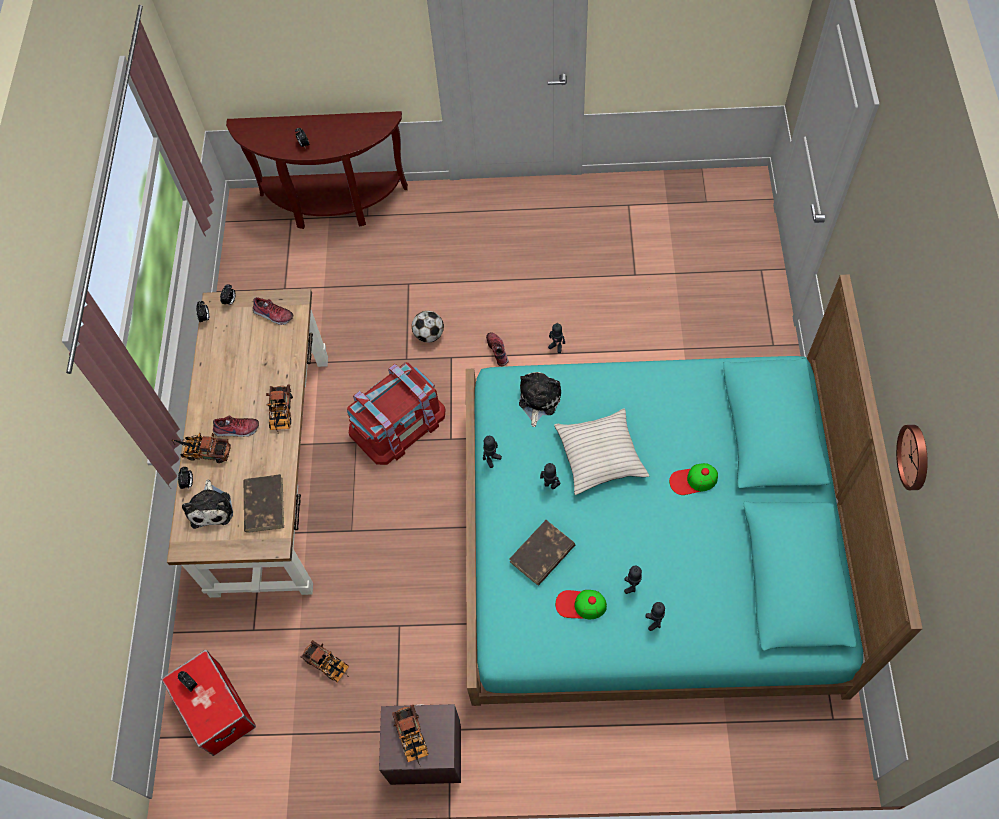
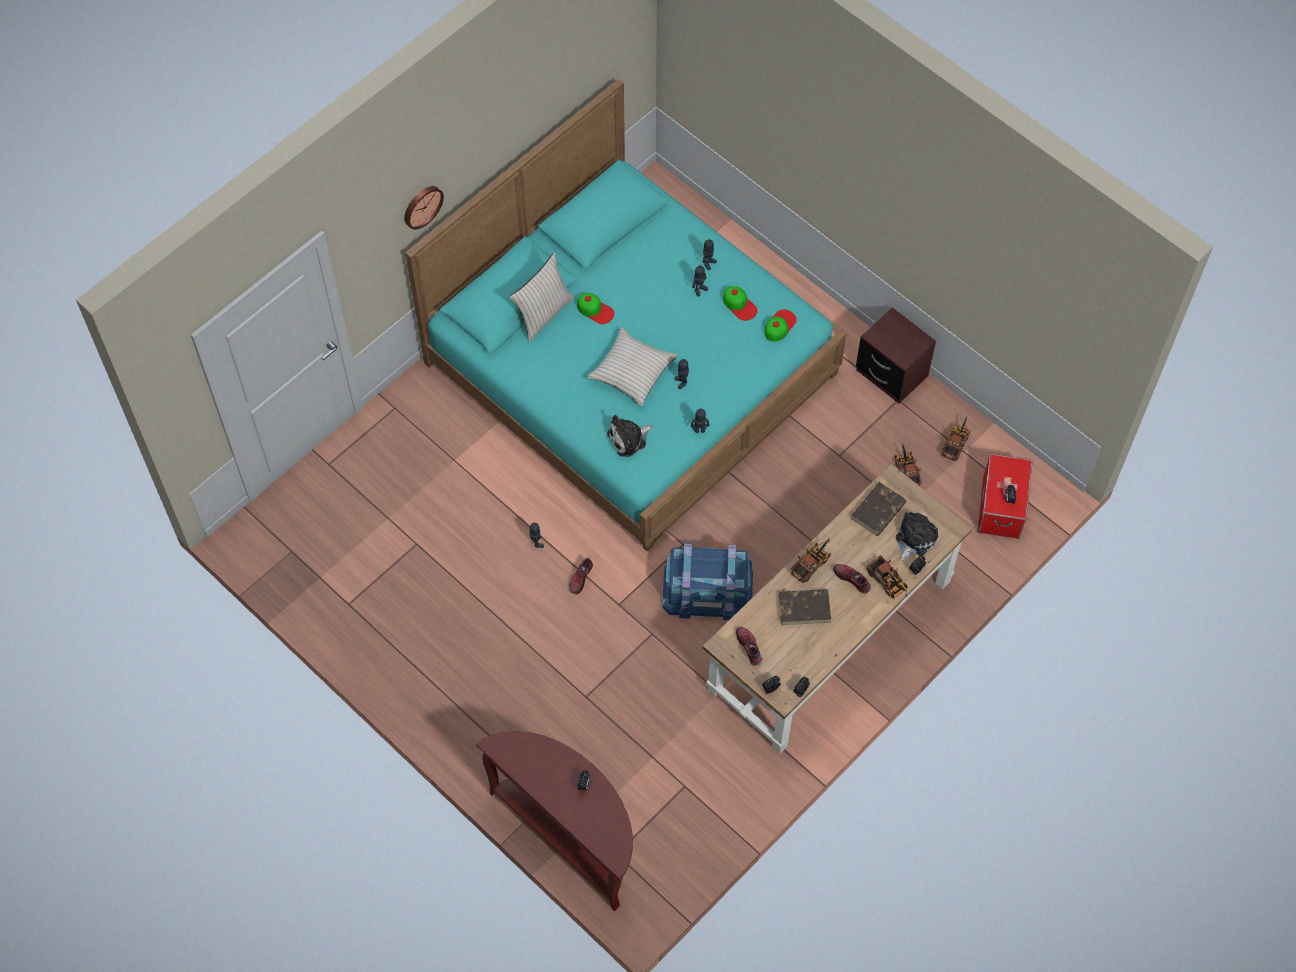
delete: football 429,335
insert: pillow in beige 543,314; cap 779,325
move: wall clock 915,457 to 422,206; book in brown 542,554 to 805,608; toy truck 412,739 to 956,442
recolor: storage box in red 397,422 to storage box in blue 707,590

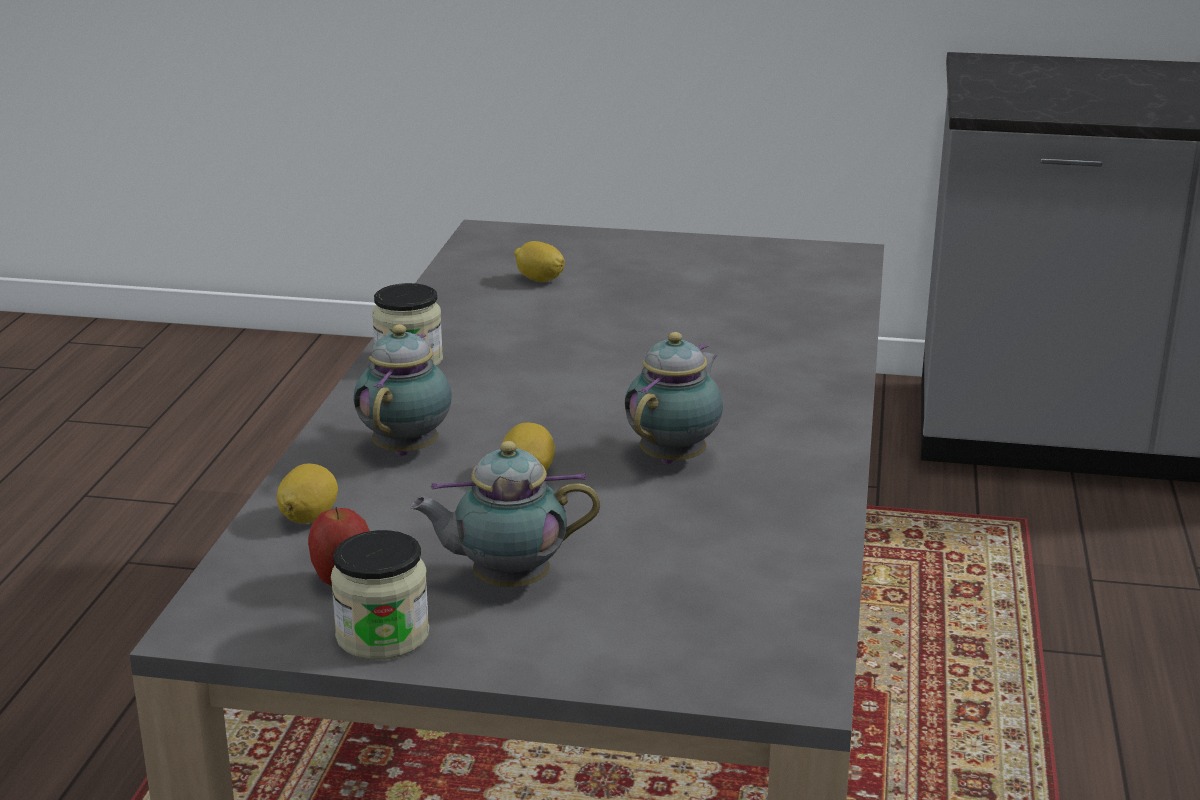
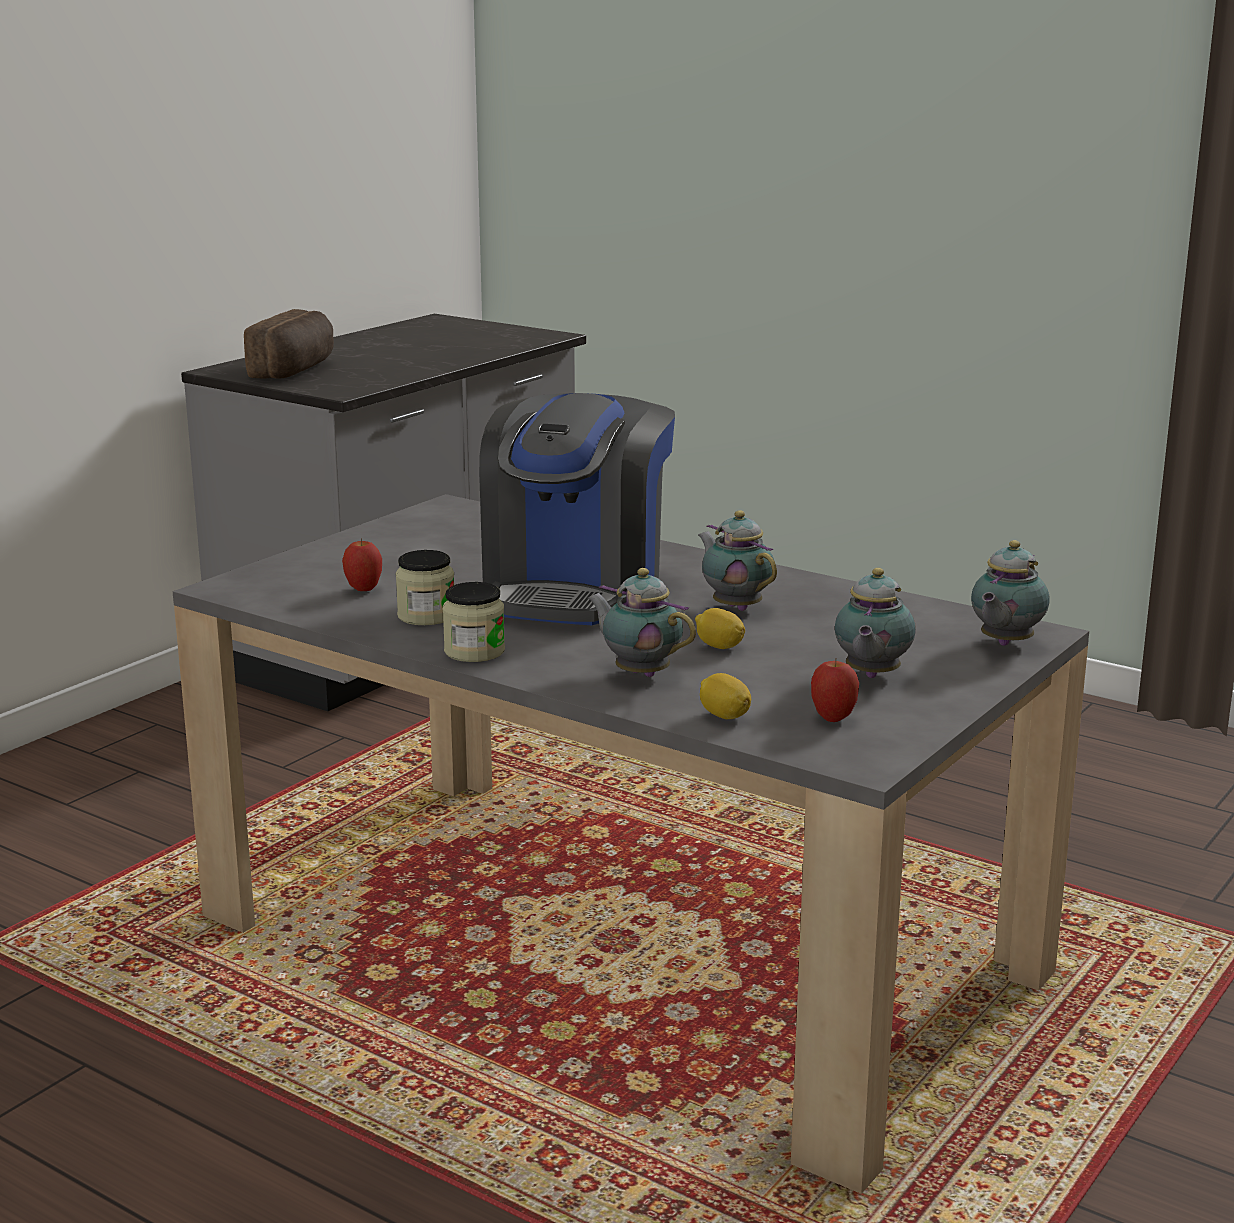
insert: bread 296,370; coffee machine 576,591; teapot 1004,643
move: jar 382,635 to 426,616
replace: lemon 539,280 to apple 363,589

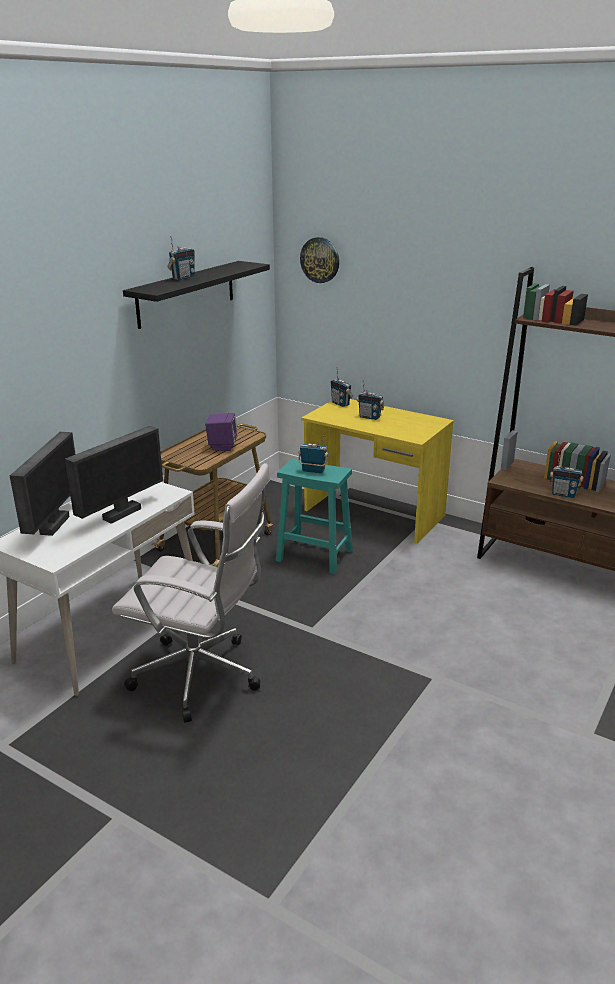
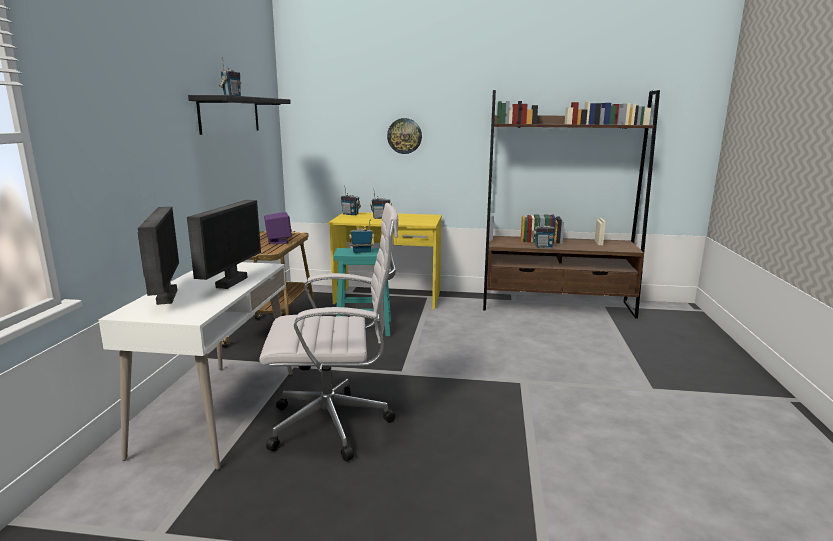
move: wall clock 320,260 to 404,136

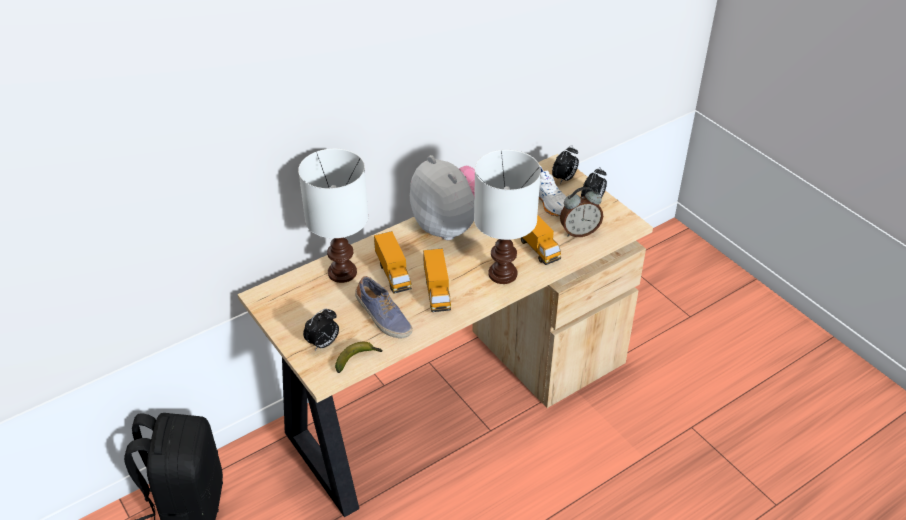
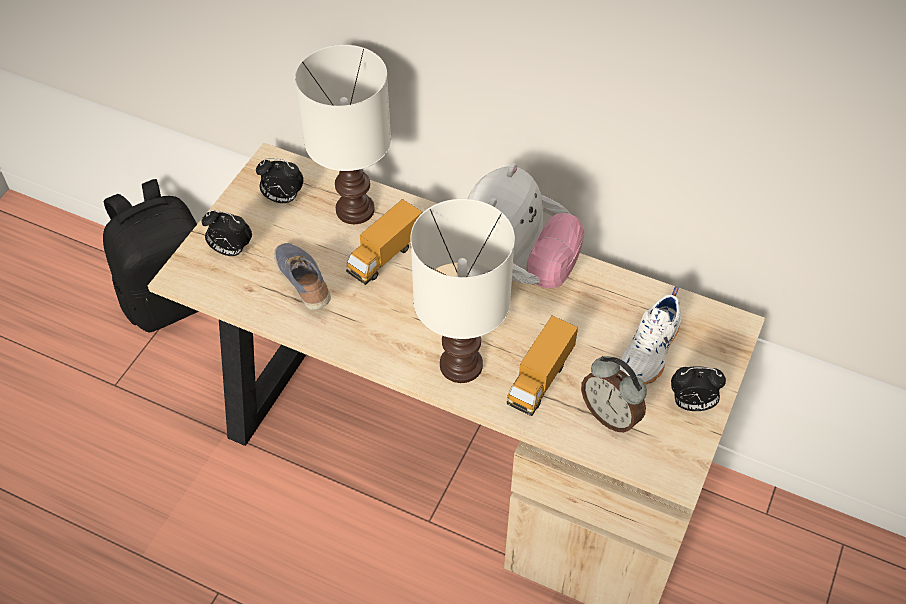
delete: banana 358,359; toy truck 437,292
move: alarm clock 564,179 to 282,198
rotate: shoe 382,317 = 304,282 135 degrees clockwise

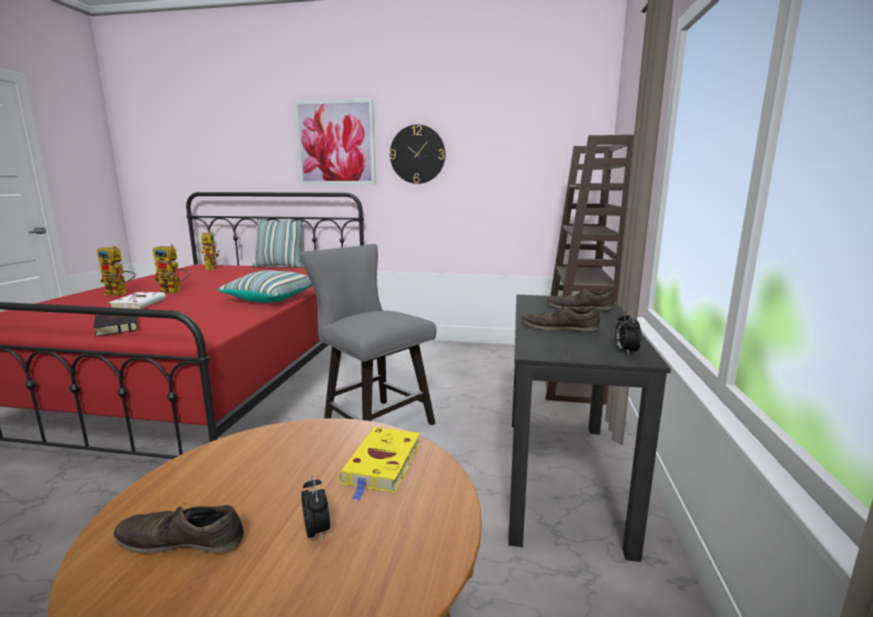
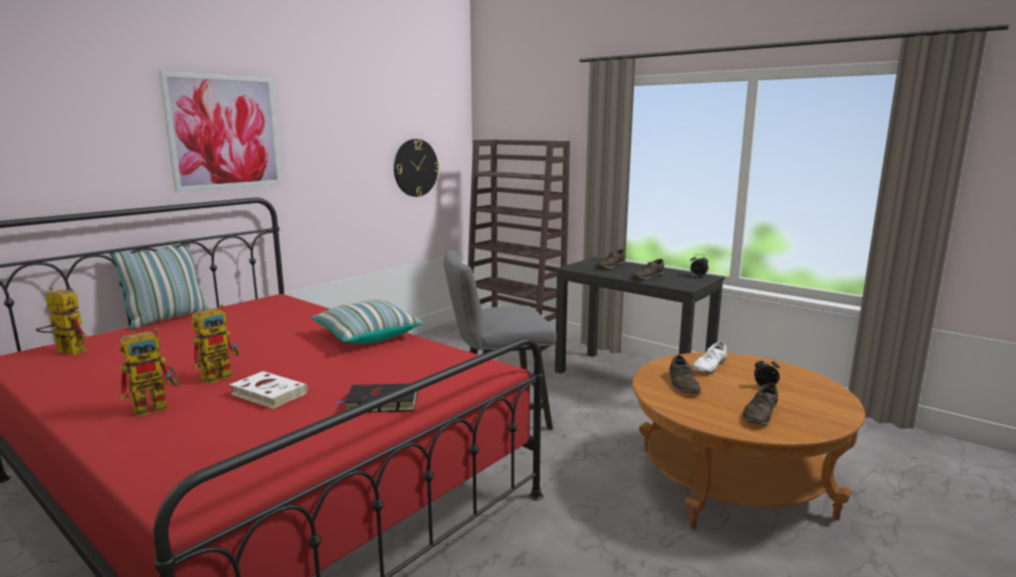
insert: shoe in brown 683,384
move: wall clock 417,154 to 415,168
replace: book in yellow 382,465 to shoe in white 709,366

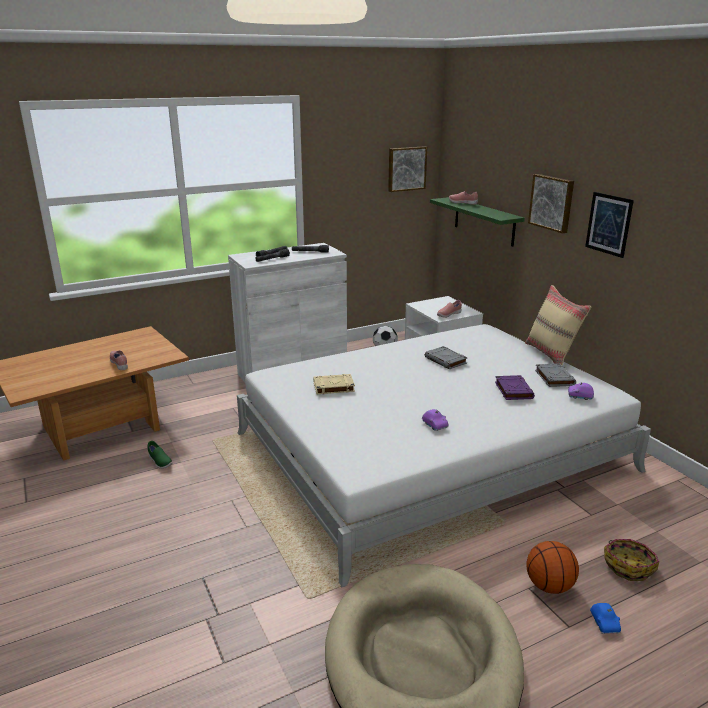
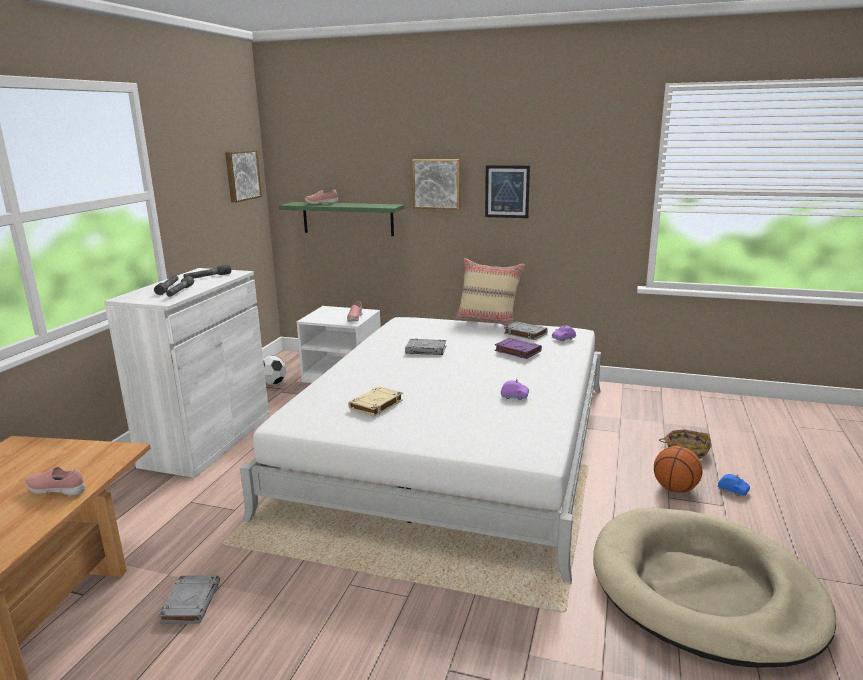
replace: shoe in green 159,462 to book in grey 191,602

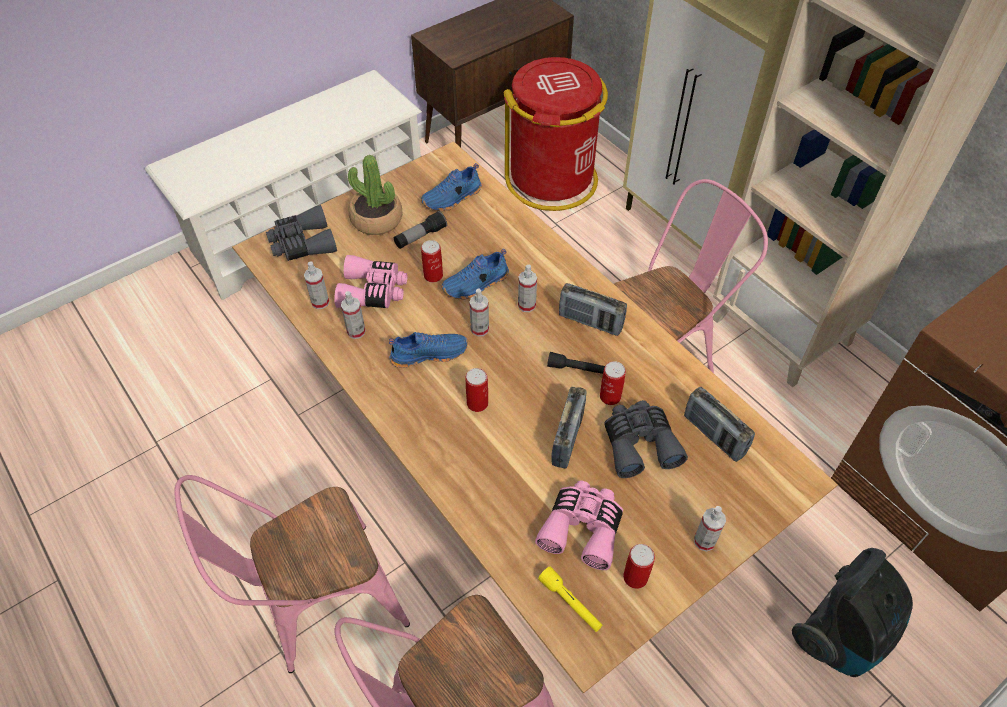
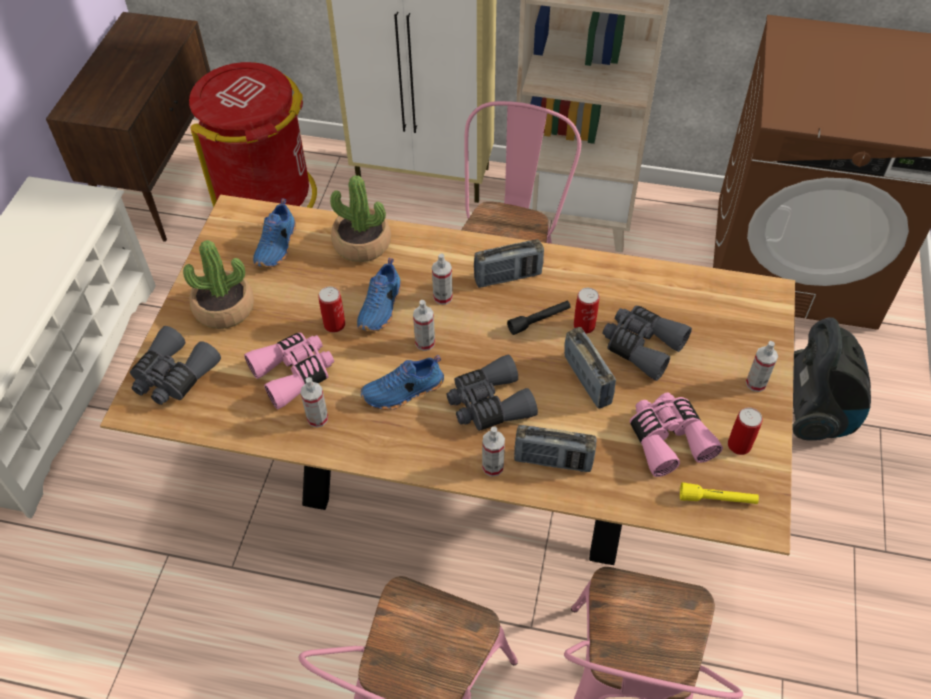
delete: flashlight 420,237
insert: potted plant 362,244
move: spray bottle 320,302 to 493,467; radio 714,435 to 553,461
replace: can 477,403 to binoculars in grey 489,404
rotate: shoe in blue 429,353 = 403,392 150 degrees counterclockwise

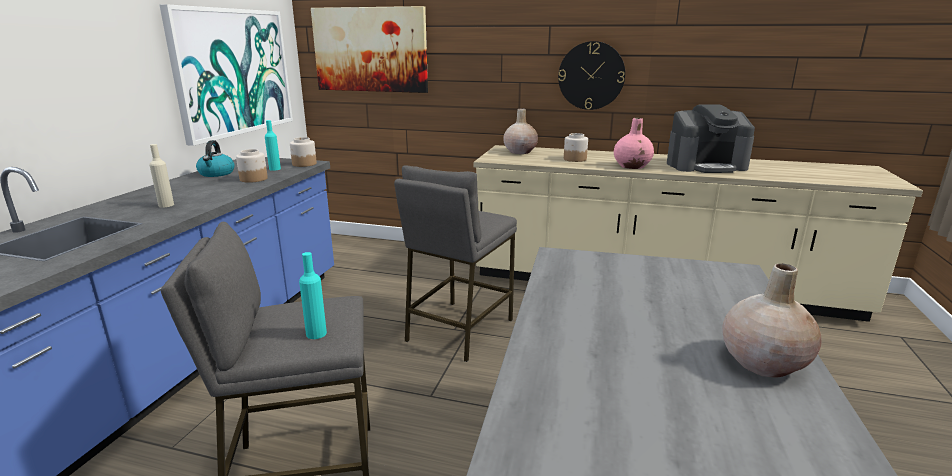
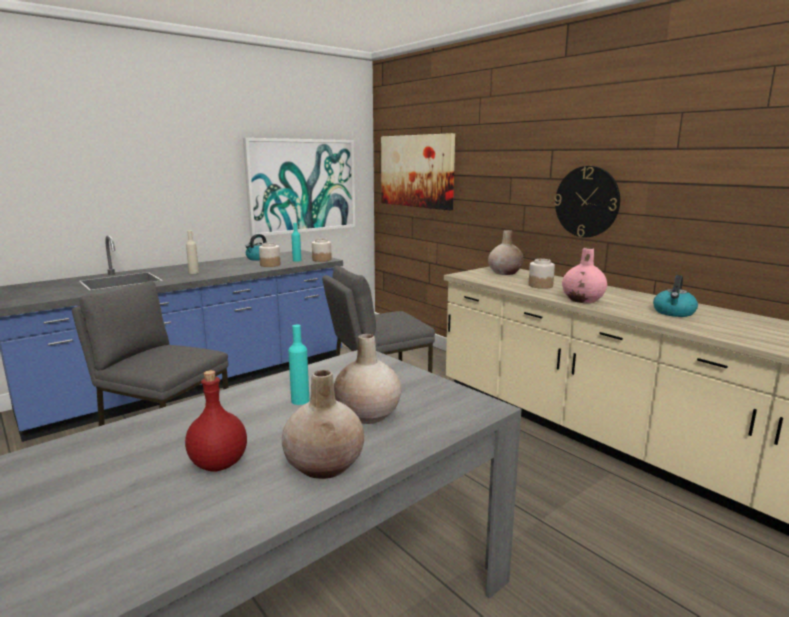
insert: bottle in red 217,464; vase in beige 367,414
move: bottle in turquoise 316,333 to 300,400
replace: coffee machine 706,166 to kettle 674,313

